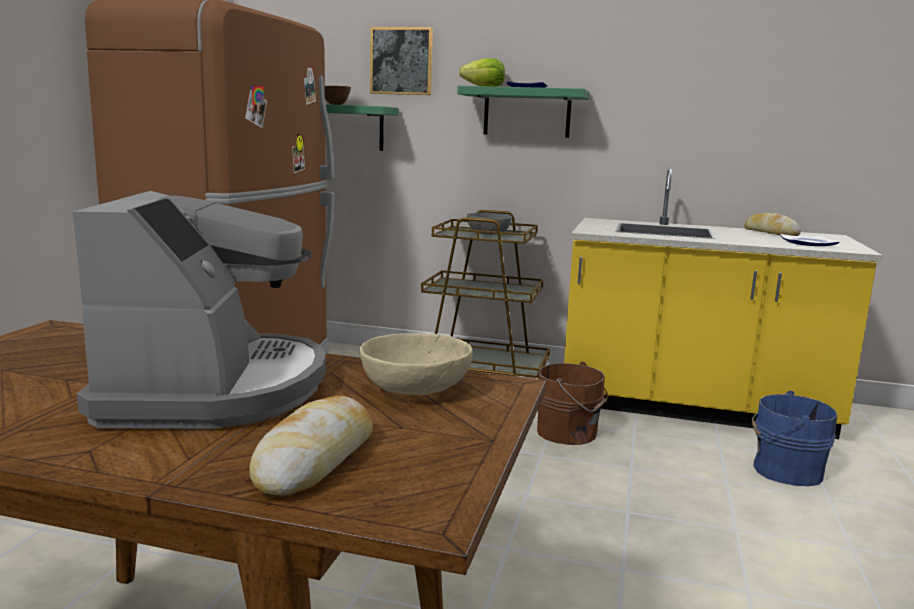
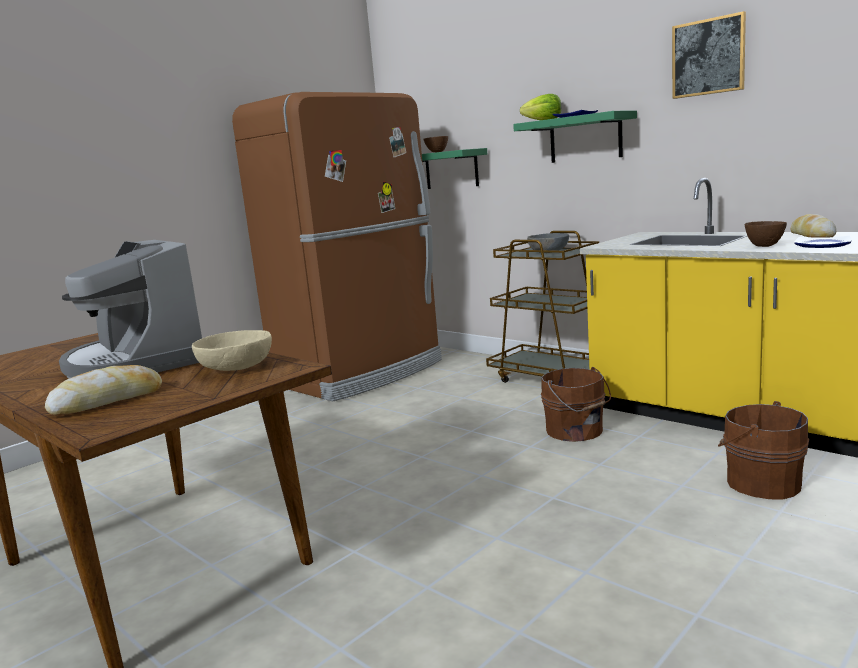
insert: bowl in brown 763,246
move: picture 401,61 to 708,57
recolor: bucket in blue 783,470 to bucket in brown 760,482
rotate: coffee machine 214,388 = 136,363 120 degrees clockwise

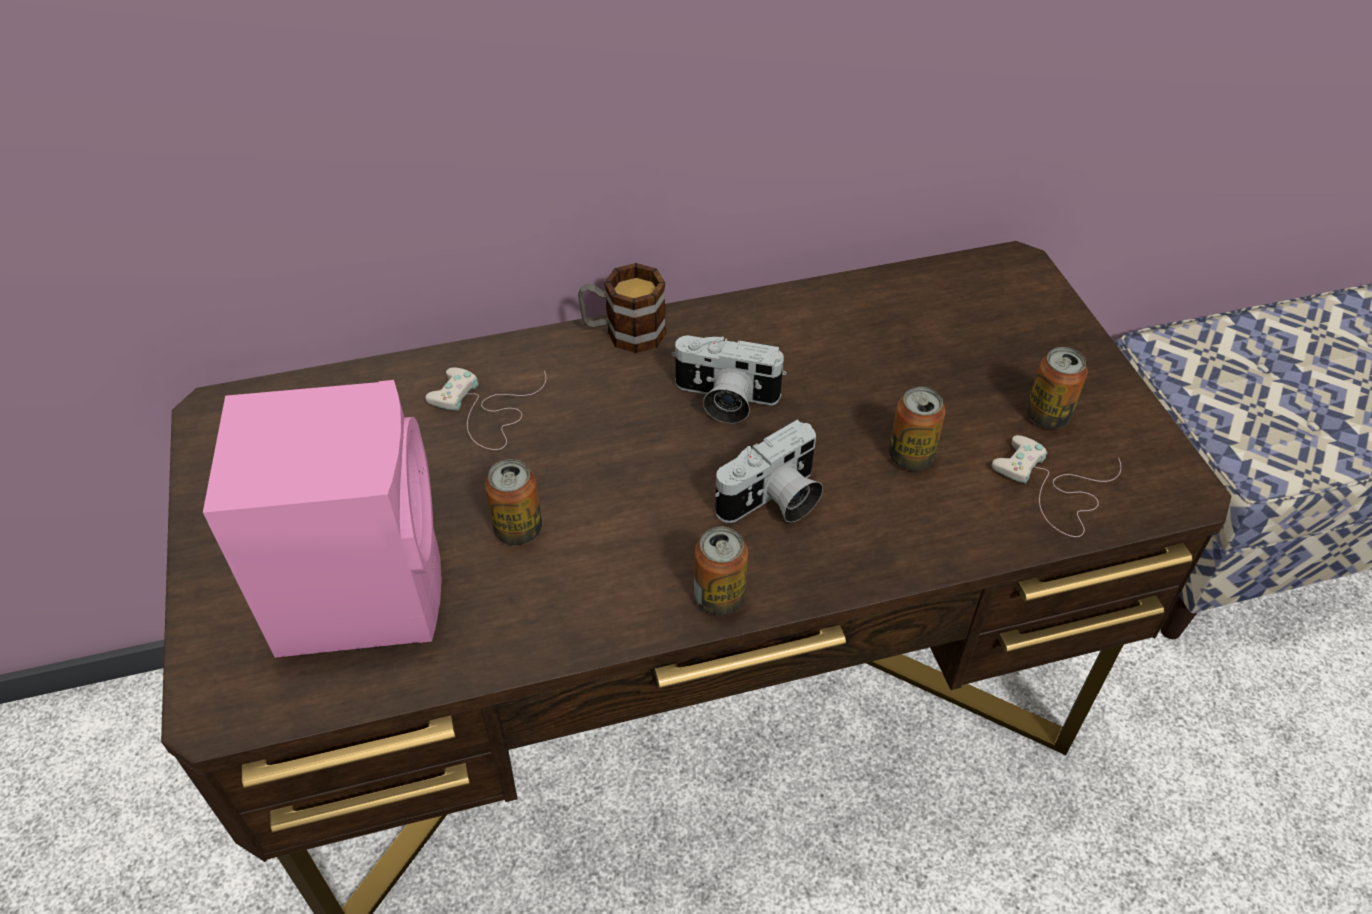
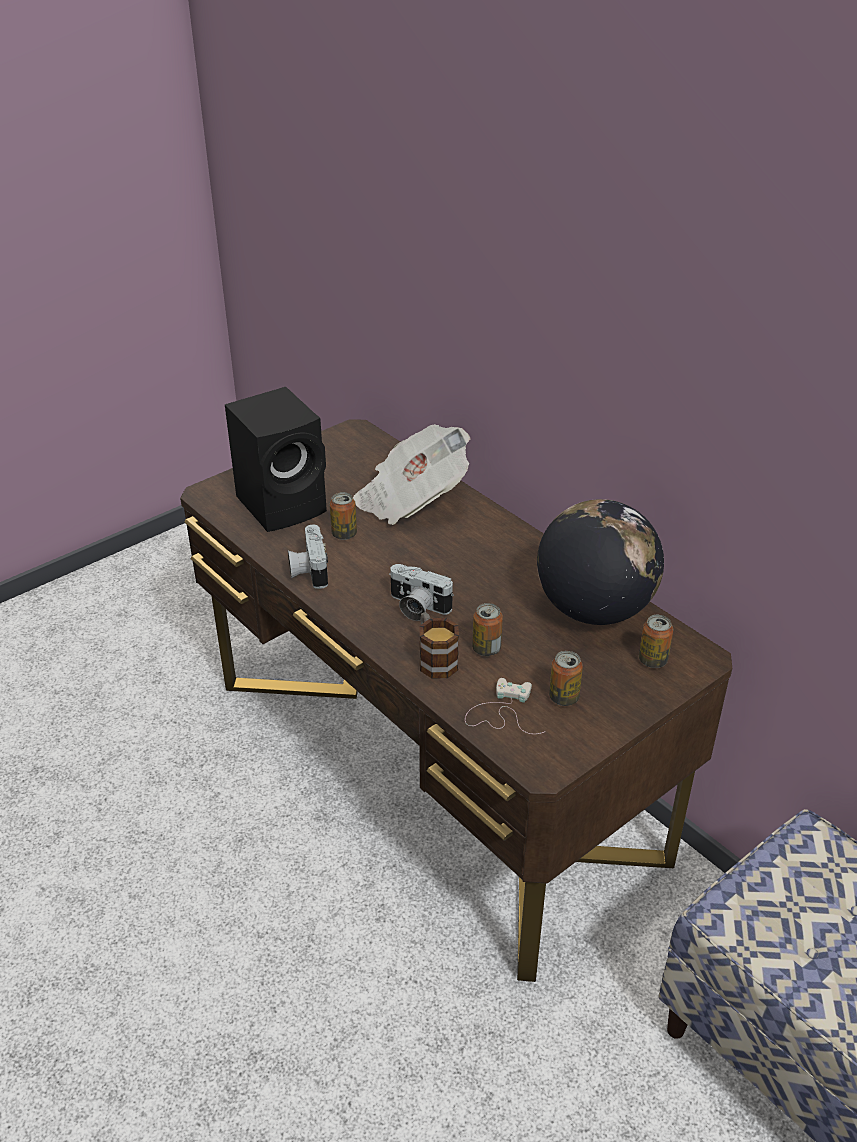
insert: globe 594,609
move: photo camera 724,400 to 308,570; mug 623,332 to 435,659; can 719,597 to 652,660
replace: game controller in white 485,411 to newspaper 411,499
recolor: speaker in pink 362,587 to speaker in black 284,504

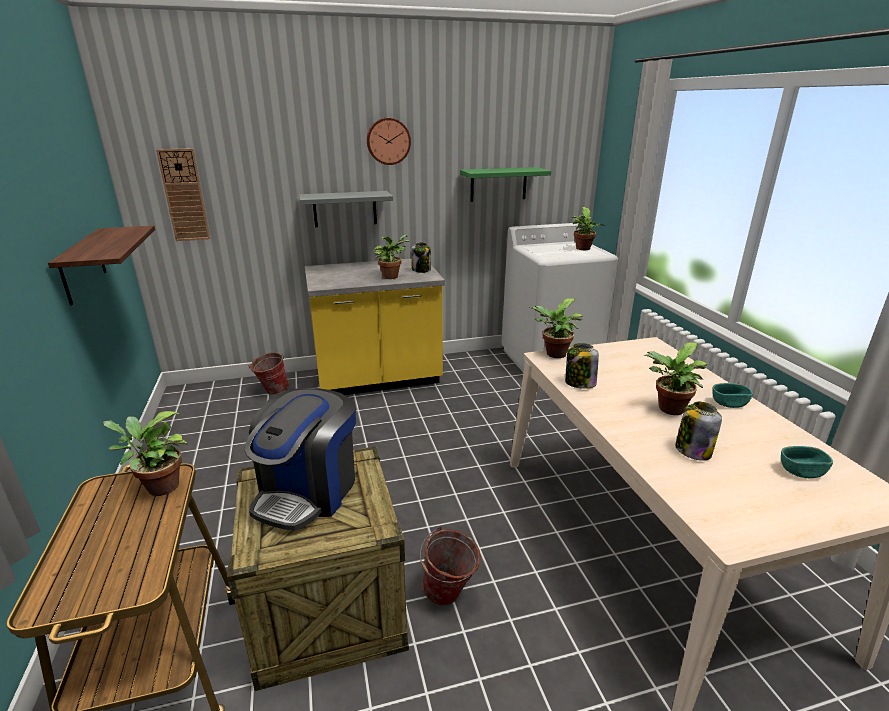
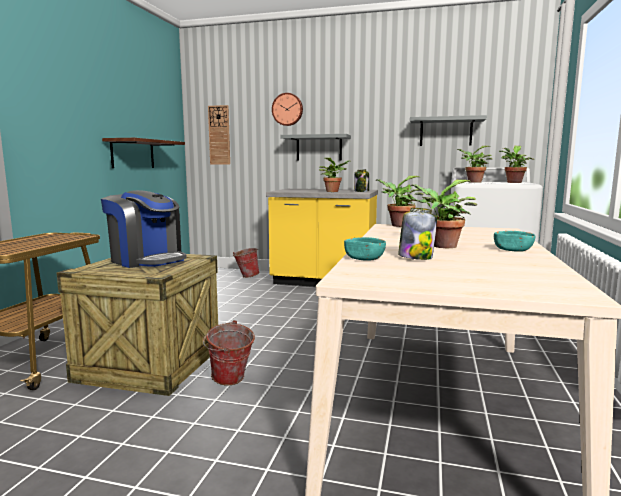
delete: jar 579,383
move: wall clock 388,141 to 287,109; bowl in turquoise 801,471 to 364,259; potted plant 159,487 to 472,182
recolor: shelf in green 498,184 to shelf in grey 446,132
rotate: coffee machine 308,491 = 147,260 105 degrees counterclockwise

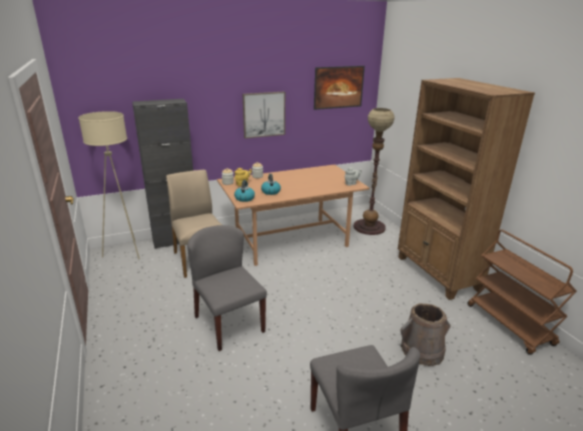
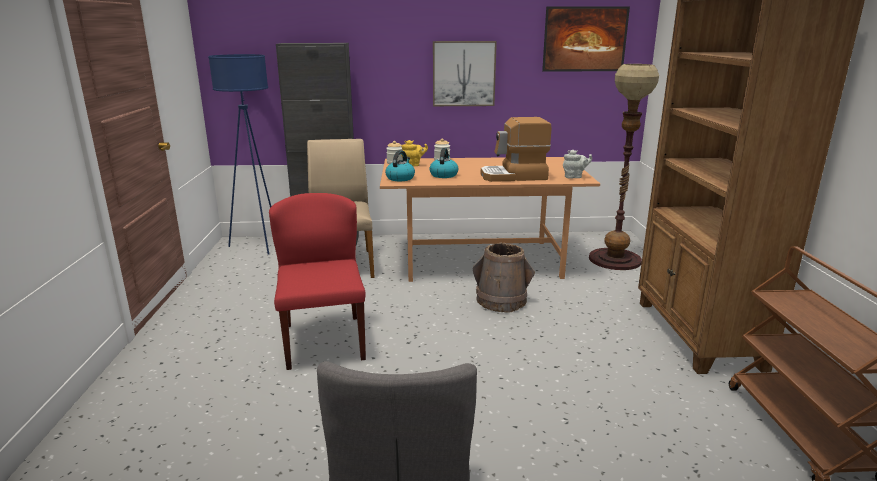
insert: coffee machine 514,176
move: bucket in brown 422,350 to 501,301
recolor: floor lamp in beige 126,252 to floor lamp in blue 259,245; chair in grey 228,323 to chair in red 323,341

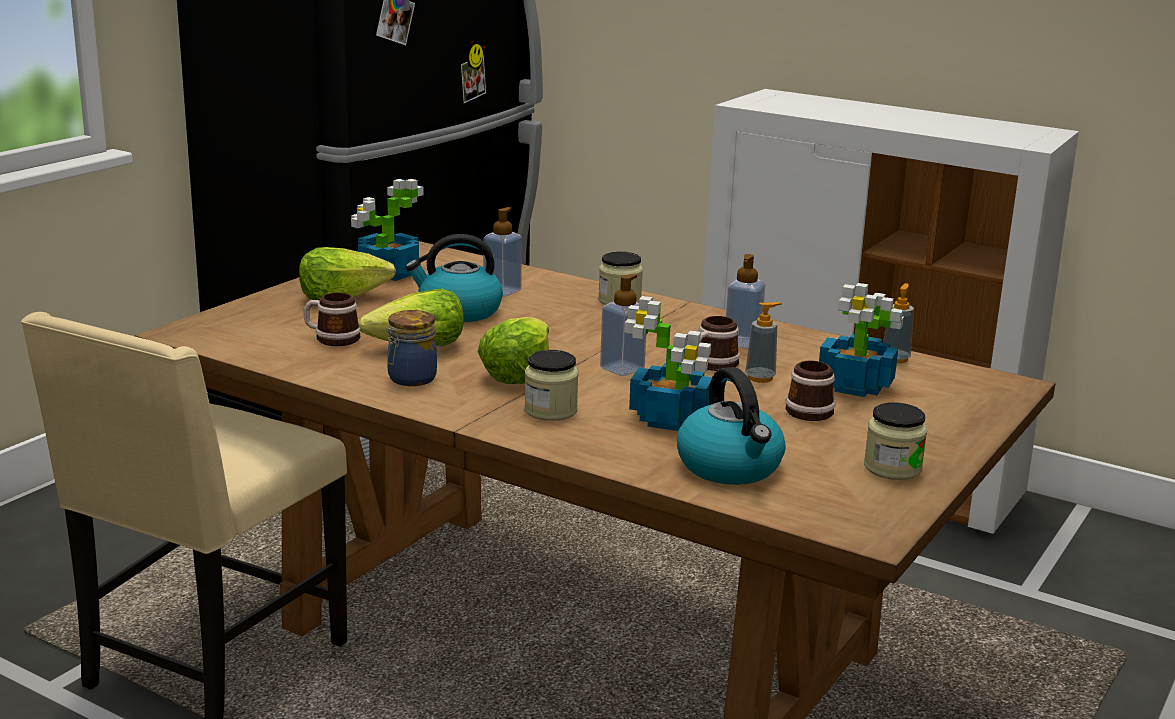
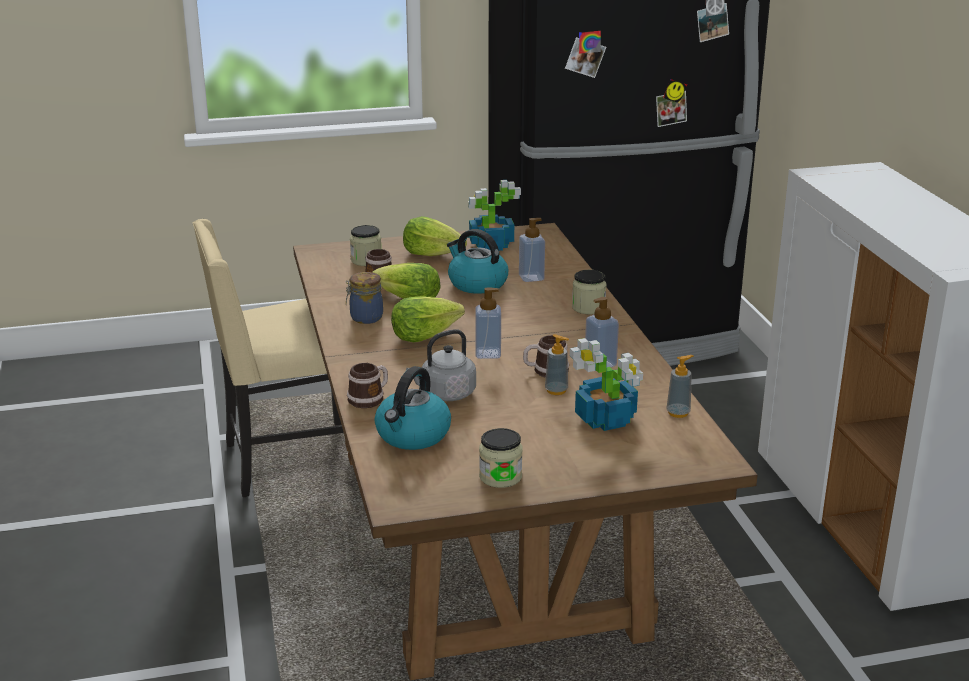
move: mug 808,409 to 370,398; jar 550,410 to 366,260
replace: potted plant 670,419 to kettle in grey 445,394

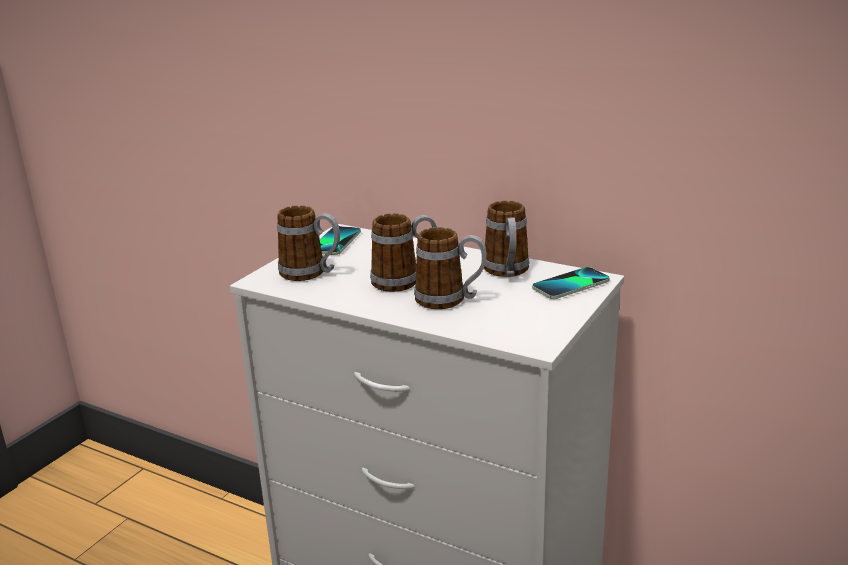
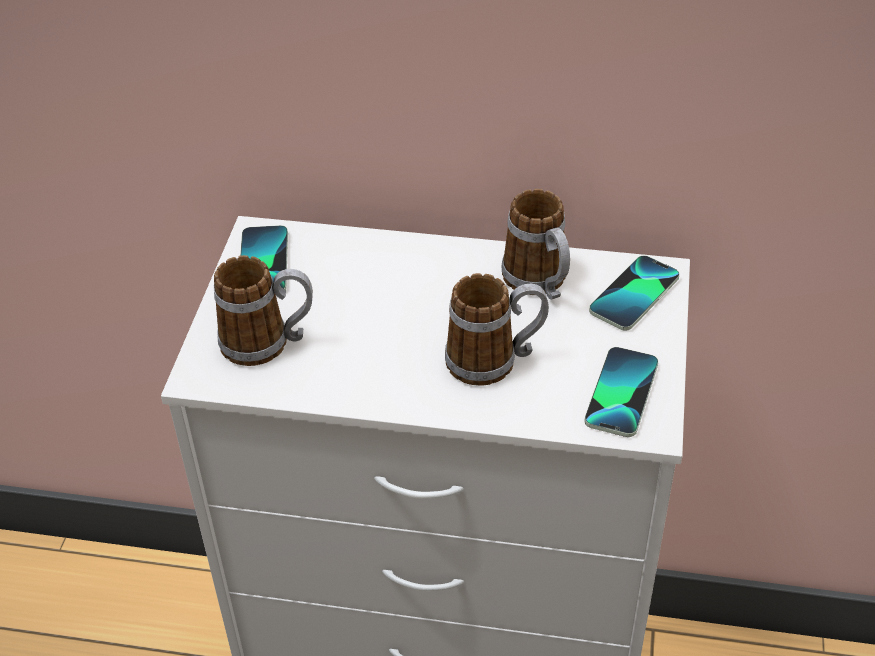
delete: mug 405,281
insert: phone 621,393

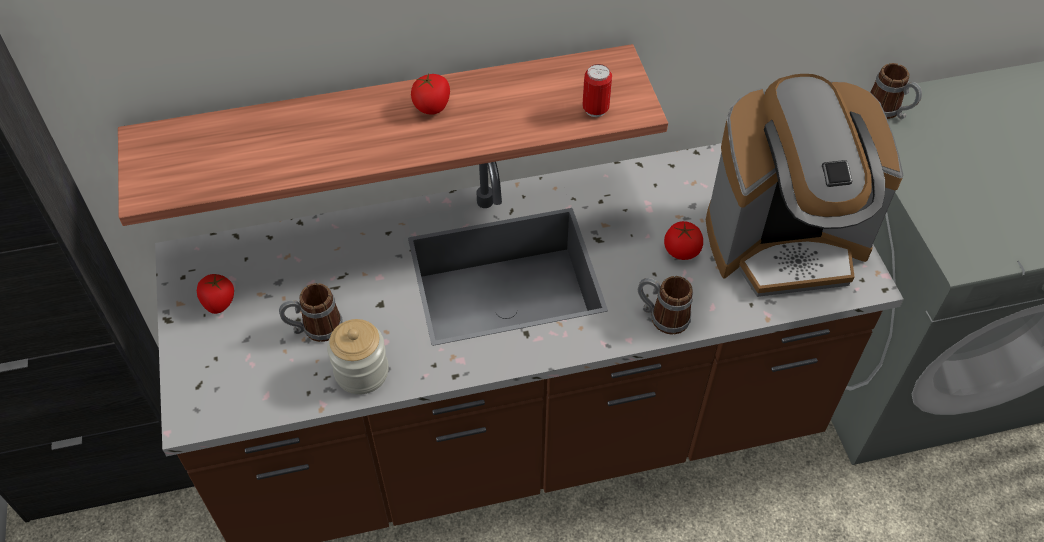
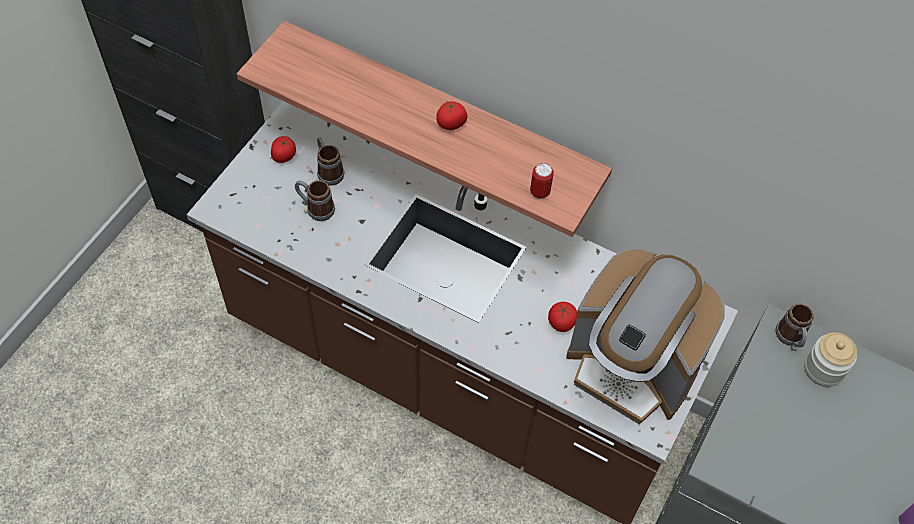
move: mug 662,316 to 328,171; jar 361,372 to 823,369

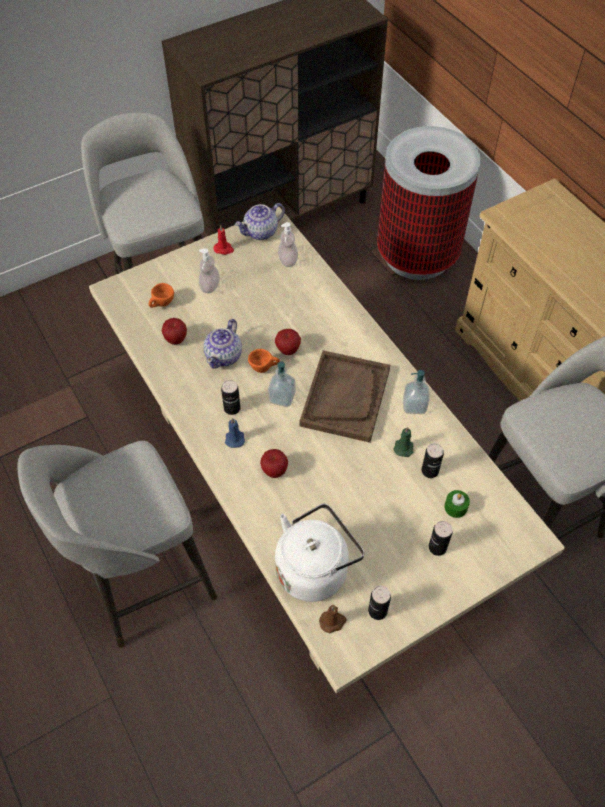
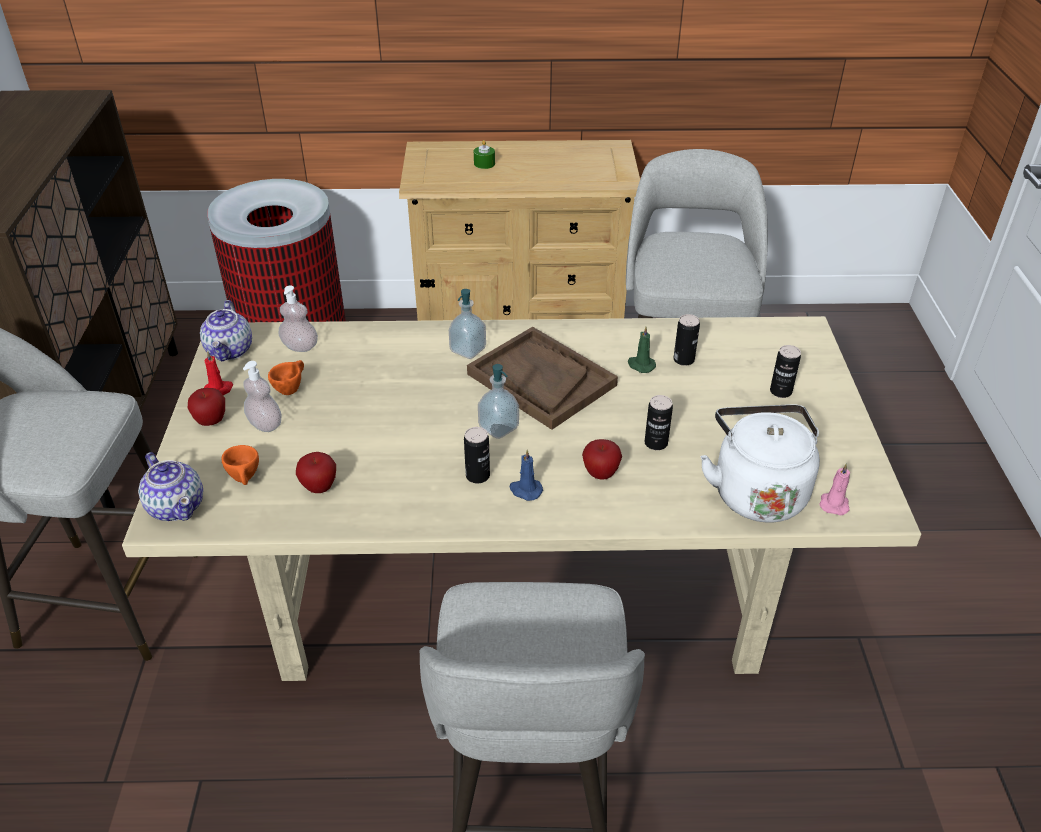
move: teapot 224,356 to 176,506; apple 288,350 to 211,421; cup in orange 264,368 to 291,388; soap dispenser 414,405 to 468,350; candle in green 455,507 to 484,163; can 377,611 to 656,443
recolor: candle in brown 333,621 to candle in pink 834,503

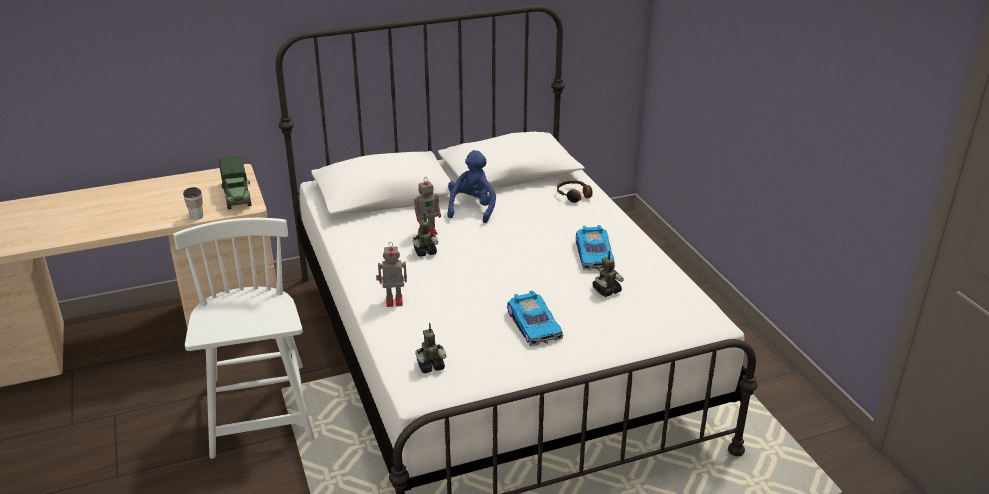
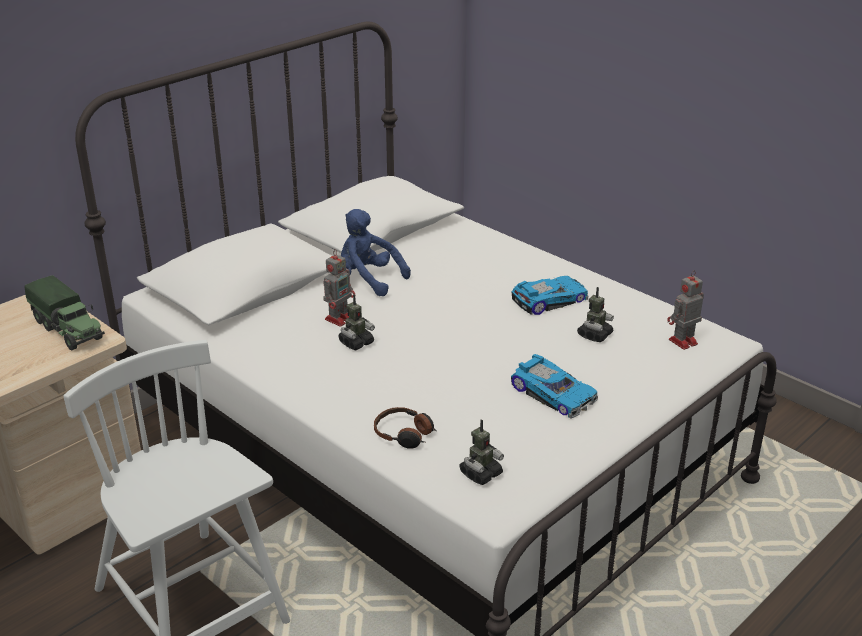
delete: cup 196,216
move: headphones 574,196 to 404,434; toy robot 393,301 to 682,342
rotate: plush toy in blue 472,208 = 368,280 45 degrees counterclockwise; toy car 595,254 = 548,299 90 degrees counterclockwise

